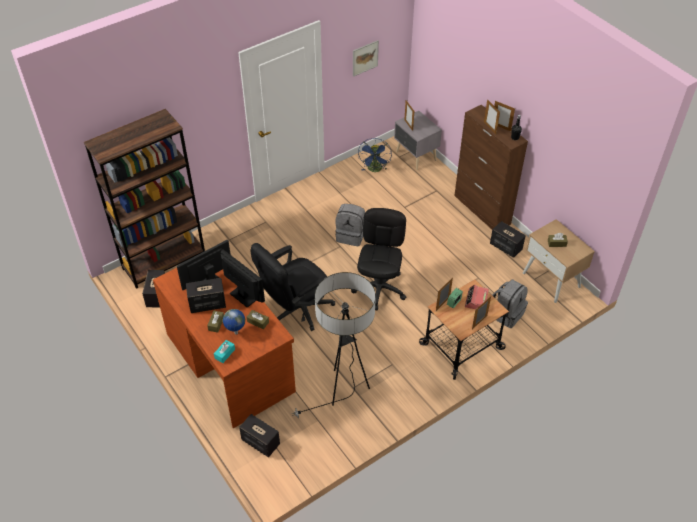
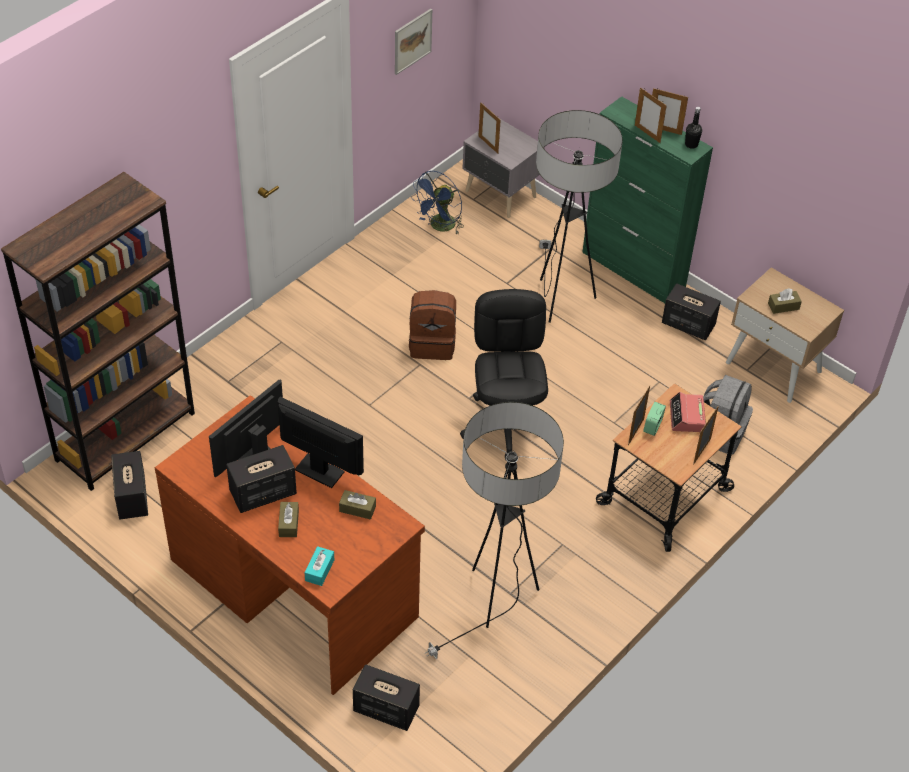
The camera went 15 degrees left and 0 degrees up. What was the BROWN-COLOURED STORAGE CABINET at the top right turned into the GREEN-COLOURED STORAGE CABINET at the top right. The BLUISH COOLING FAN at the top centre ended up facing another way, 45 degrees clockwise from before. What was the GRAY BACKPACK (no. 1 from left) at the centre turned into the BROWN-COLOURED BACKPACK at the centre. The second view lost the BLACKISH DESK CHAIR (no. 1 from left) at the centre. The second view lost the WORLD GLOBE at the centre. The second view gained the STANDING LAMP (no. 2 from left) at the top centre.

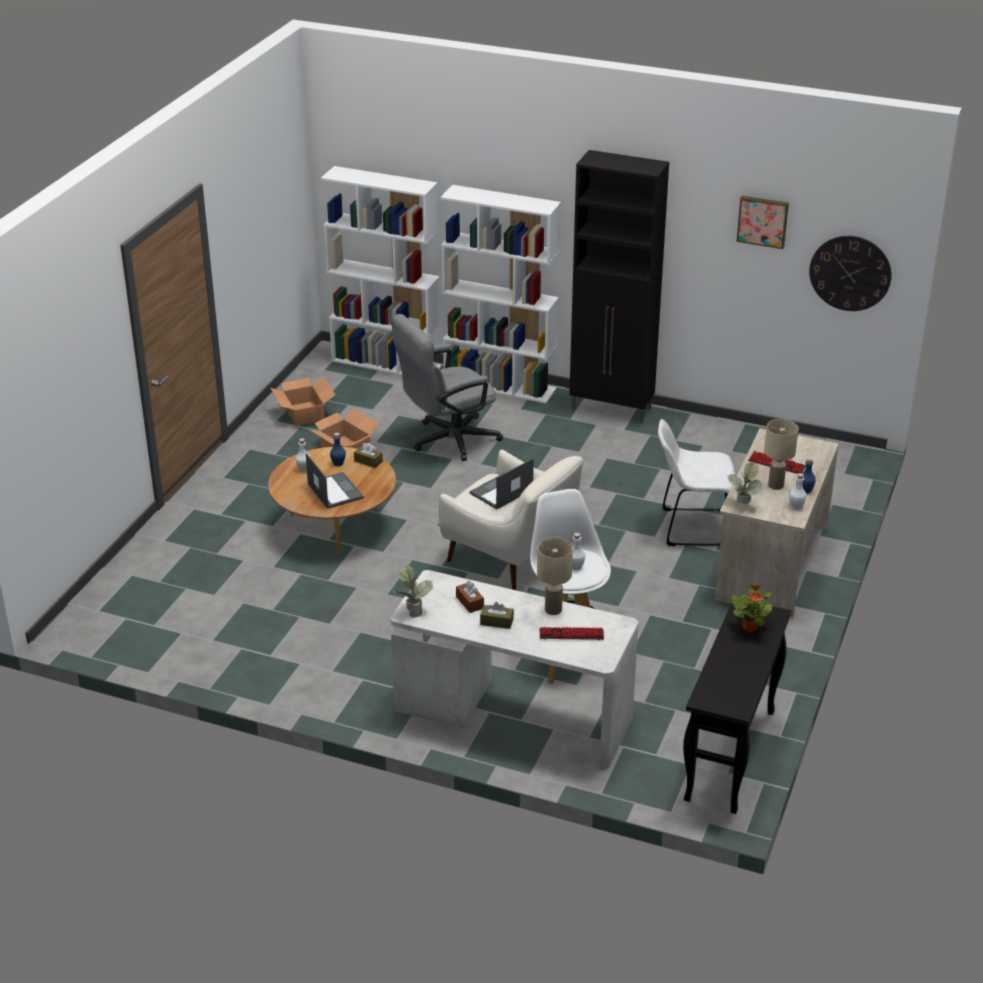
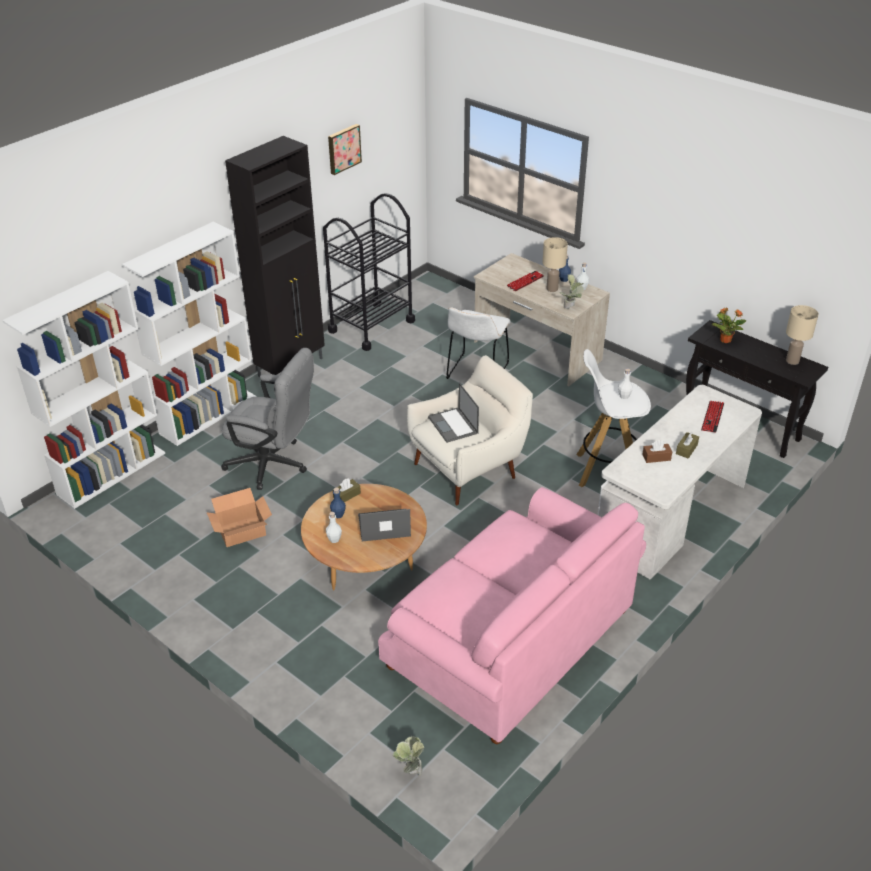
The camera went 70 degrees left and 5 degrees up. The second view lost the HANGING CLOCK at the top right. The GRAY DESK CHAIR at the centre ended up facing another way, 60 degrees counterclockwise from before. The second view lost the PACKING BOX (no. 1 from left) at the middle left. The BEIGE TABLE LAMP (no. 1 from left in the first image) ended up elsewhere, having gone from the centre to the middle right. The POTTED PLANT (no. 1 from left) ended up elsewhere, having gone from the centre to the bottom centre. The second view gained the BLACKISH CART at the top centre. The second view gained the PINKISH COUCH at the bottom centre.

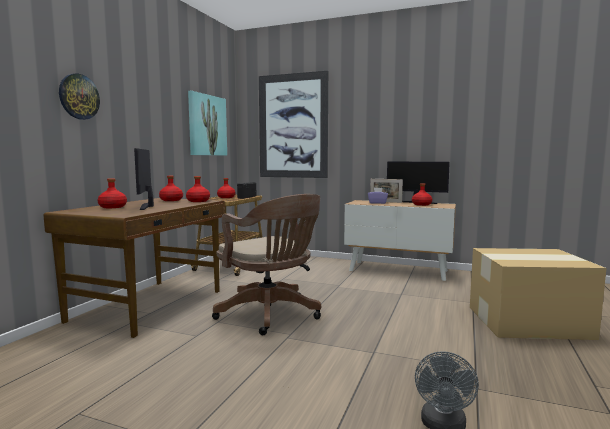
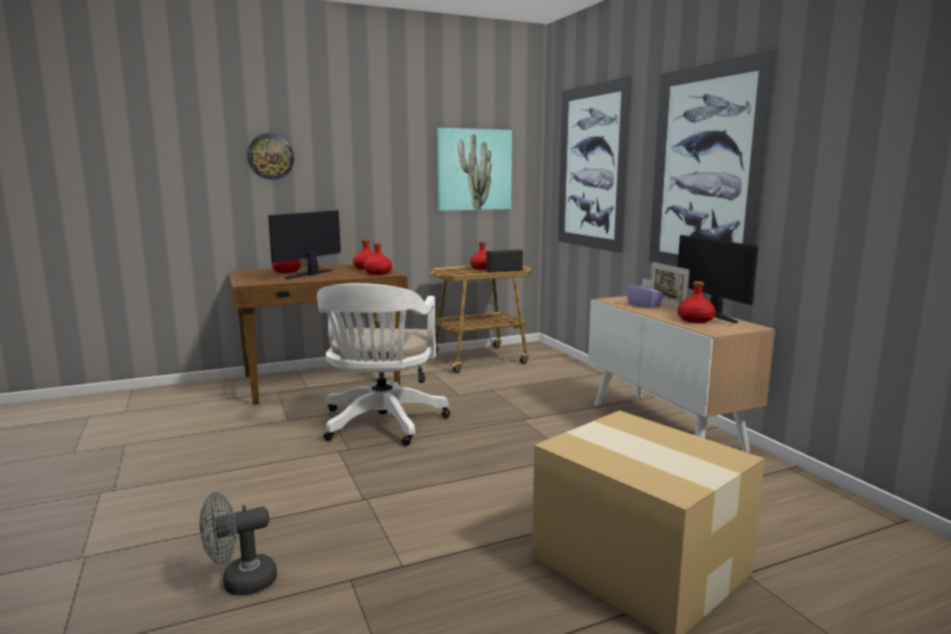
The camera went 45 degrees right and 5 degrees up. What was the BROWN-COLOURED DESK CHAIR at the centre turned into the WHITISH DESK CHAIR at the centre. The second view gained the WALL PICTURE (no. 3 from left) at the top right.

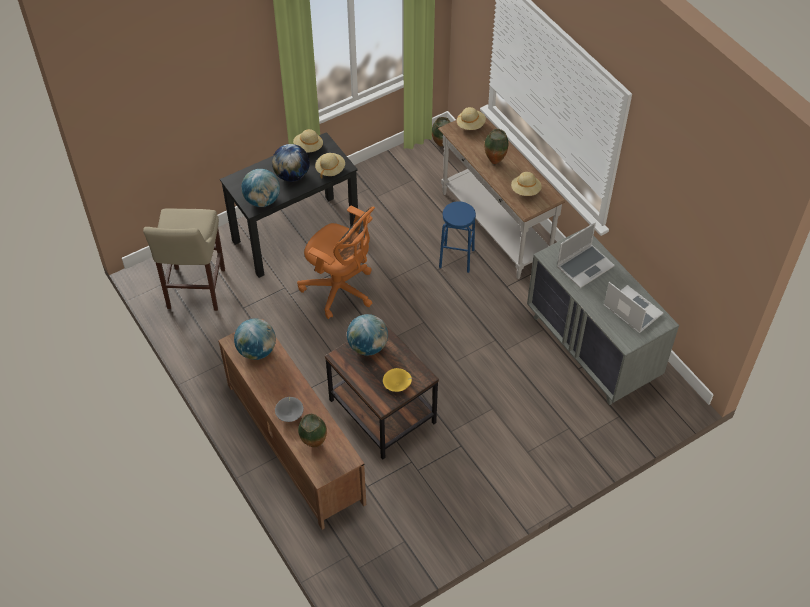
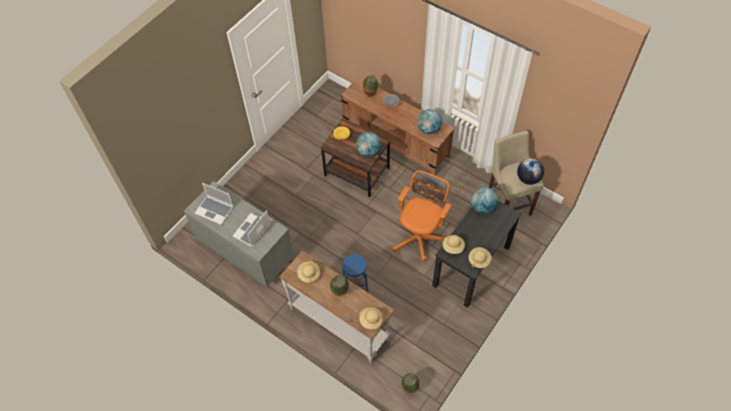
The camera went 160 degrees right and 5 degrees up. The WORLD GLOBE (no. 3 from left in the first image) ended up elsewhere, having gone from the top centre to the middle right. The ORANGE-COLOURED DESK CHAIR at the centre ended up facing another way, 105 degrees clockwise from before.

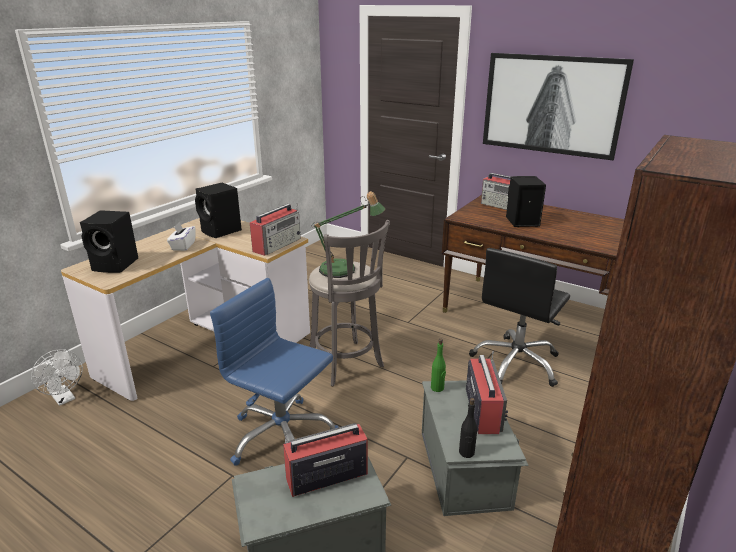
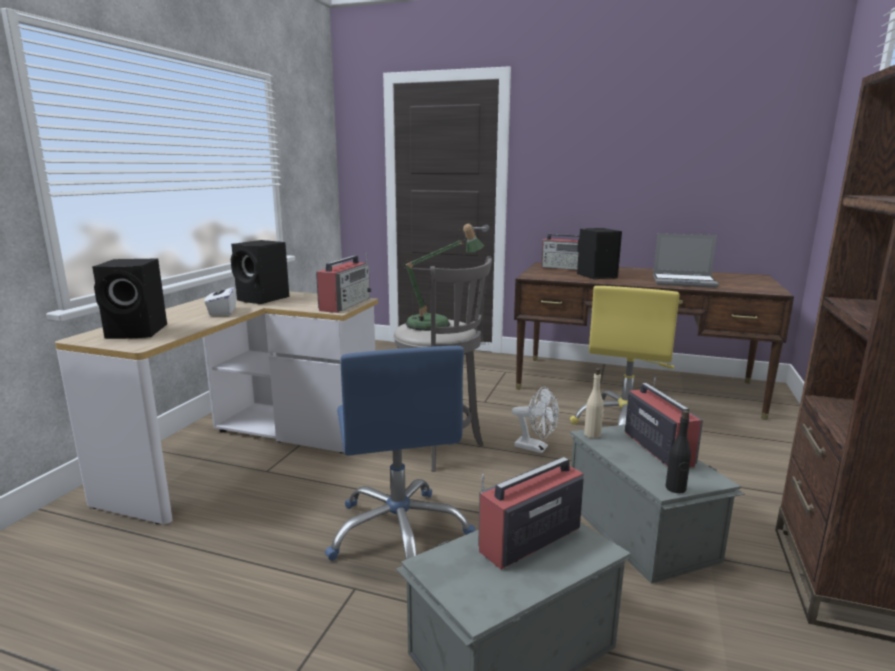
The camera went 15 degrees left and 10 degrees down. The second view lost the WALL PICTURE at the top right. What was the BLACKISH DESK CHAIR at the middle right turned into the YELLOWISH DESK CHAIR at the middle right. The BLUISH DESK CHAIR at the bottom centre ended up facing another way, 120 degrees counterclockwise from before. What was the GREEN-COLOURED BEVERAGE BOTTLE at the centre turned into the BEIGE BEVERAGE BOTTLE at the centre. The WHITISH COOLING FAN ended up elsewhere, having gone from the bottom left to the centre. The second view gained the LAPTOP at the middle right.

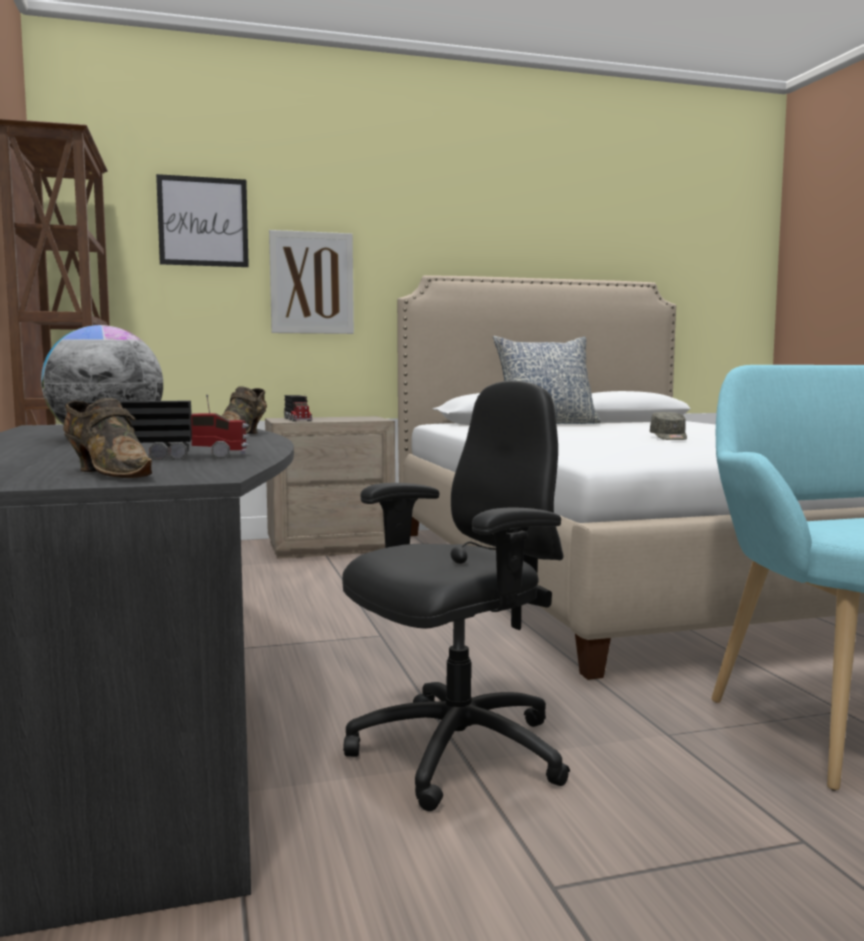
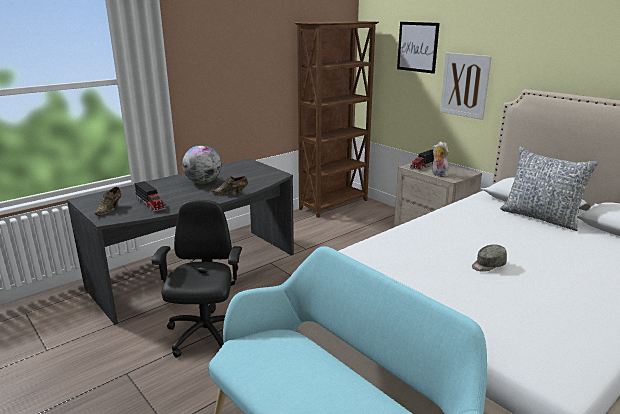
The camera went 65 degrees right and 15 degrees up. The BLACKISH DESK CHAIR at the centre ended up facing another way, 120 degrees counterclockwise from before. The second view gained the SOFT TOY at the middle right.

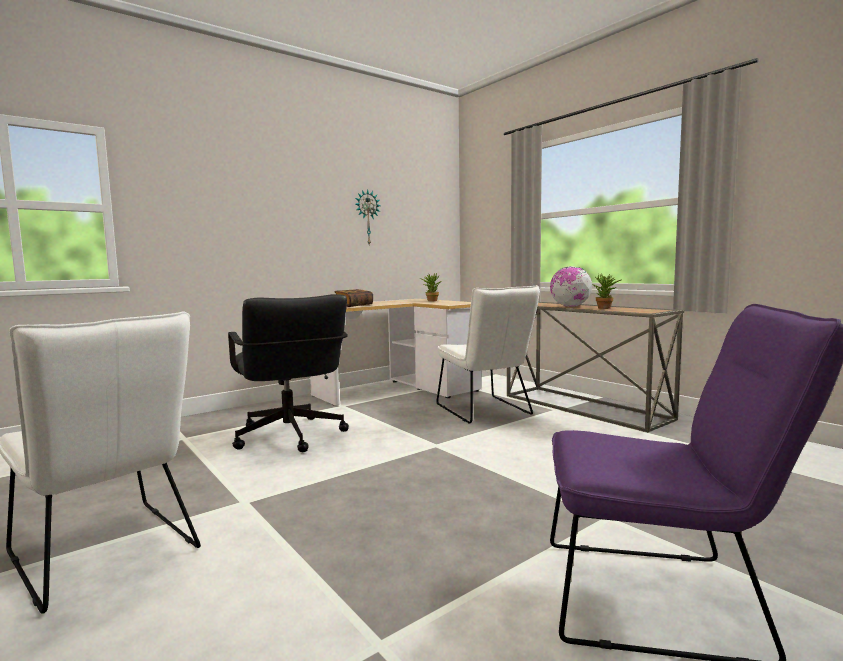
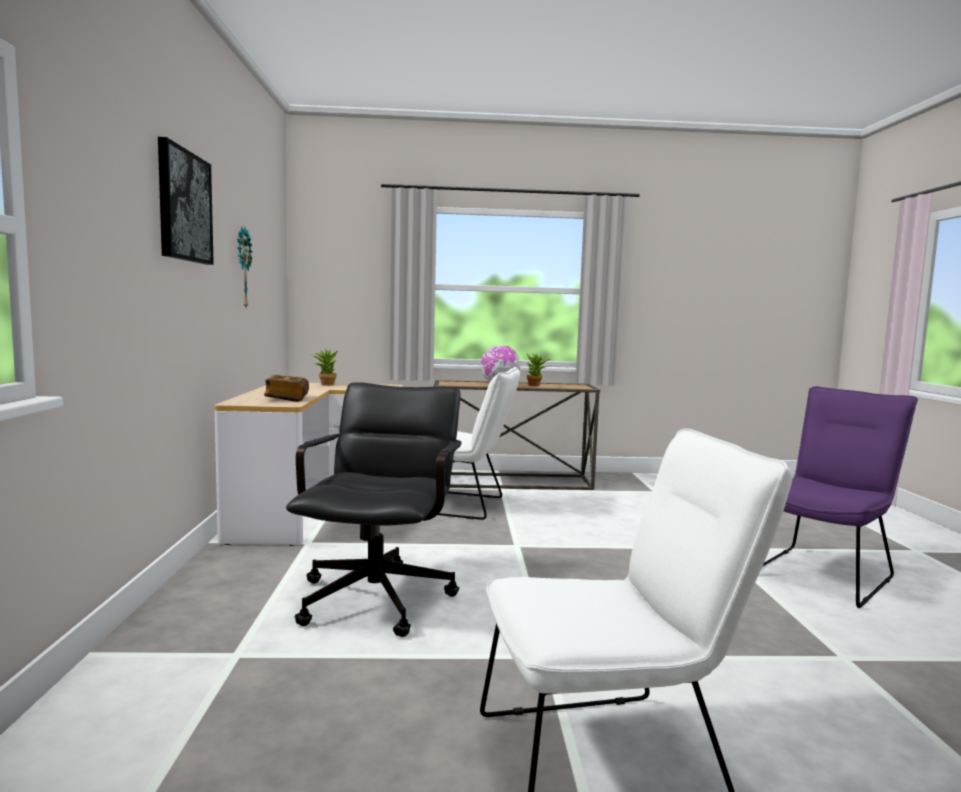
The camera went 55 degrees left and 0 degrees up. The BLACKISH DESK CHAIR at the centre ended up facing another way, 90 degrees counterclockwise from before. The second view gained the WALL PICTURE at the top left.

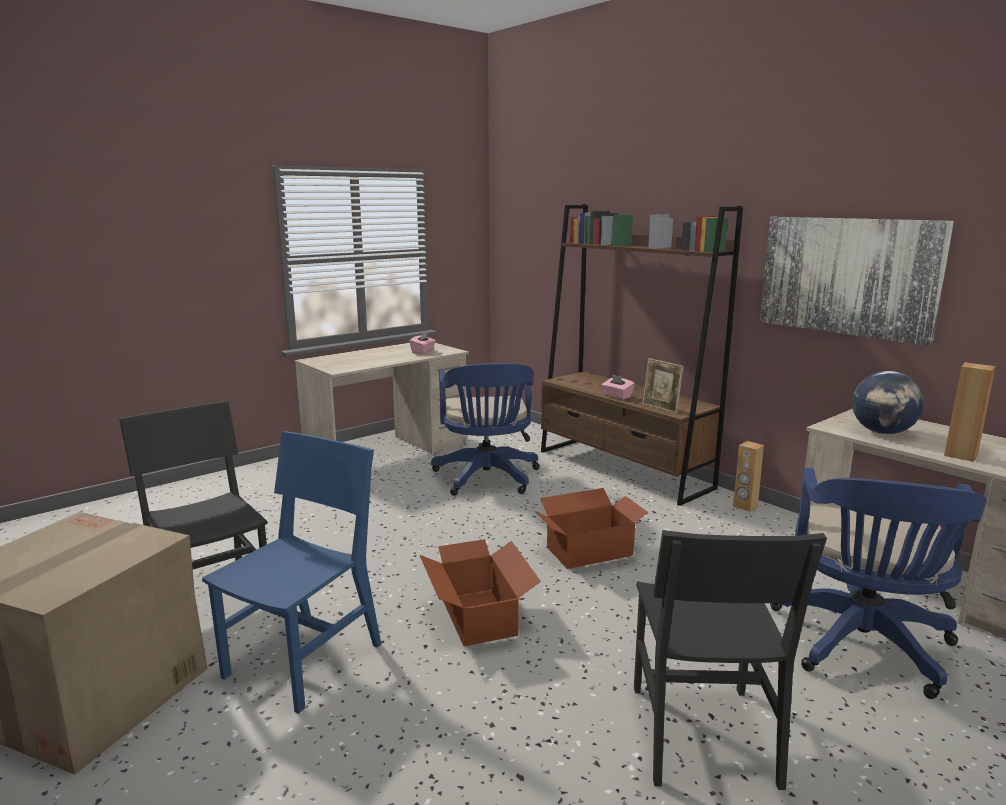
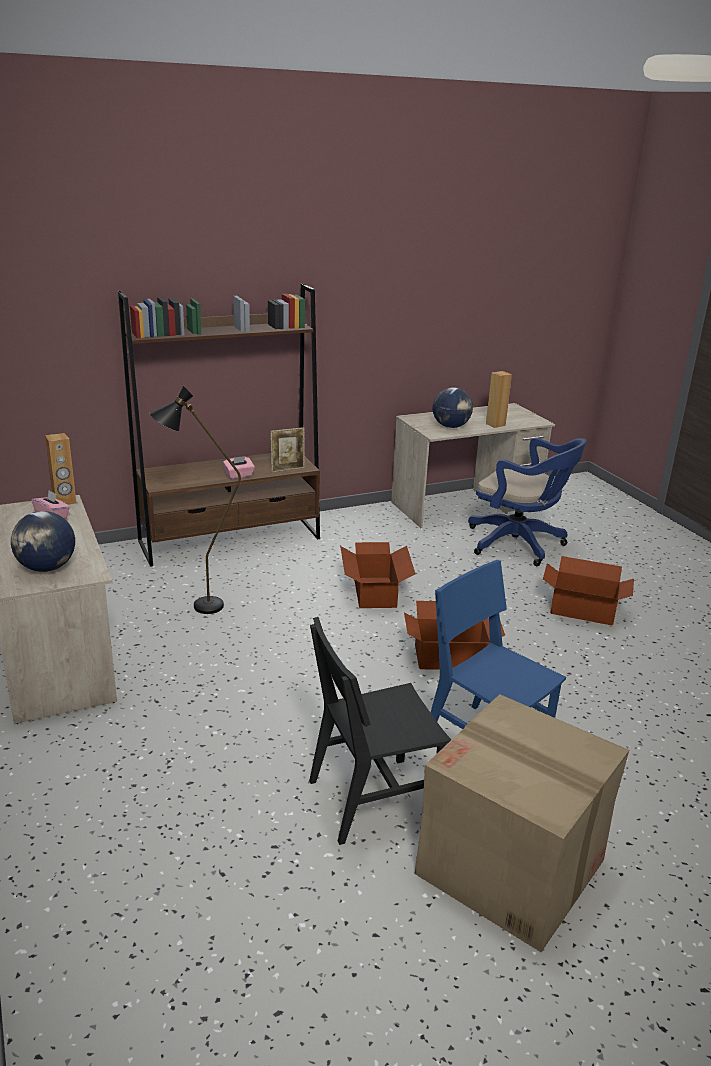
The camera went 75 degrees left and 10 degrees up. The second view lost the WALL PICTURE at the middle right. Where the BLUISH DESK CHAIR (no. 1 from left) stood at the centre, the BLACKISH STANDING LAMP came to stand at the middle left. The BROWN-COLOURED LOUDSPEAKER (no. 1 from left) ended up elsewhere, having gone from the middle right to the middle left. Where the BLACKISH CHAIR (no. 2 from left) stood at the bottom right, the PACKING BOX (no. 4 from left) came to stand at the middle right. The second view gained the WORLD GLOBE (no. 1 from left) at the middle left.

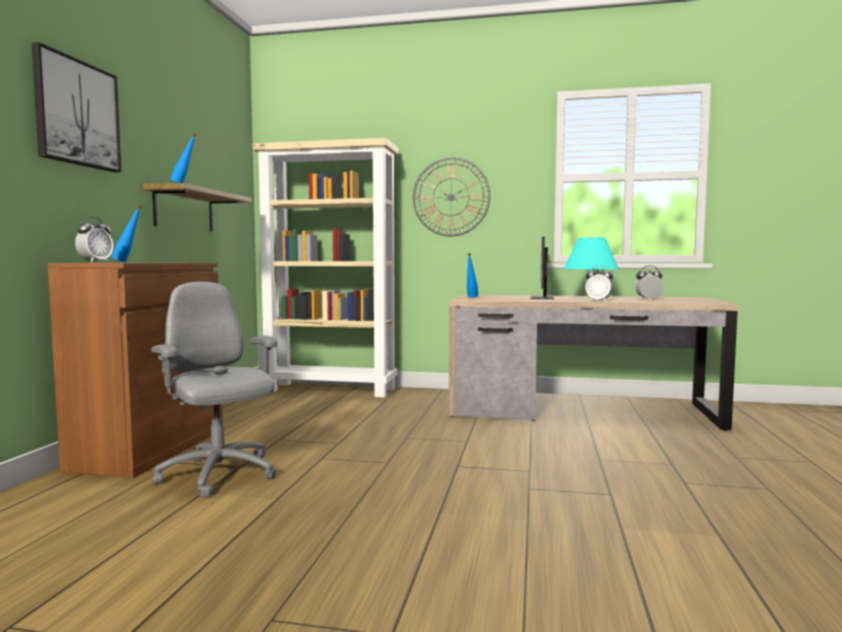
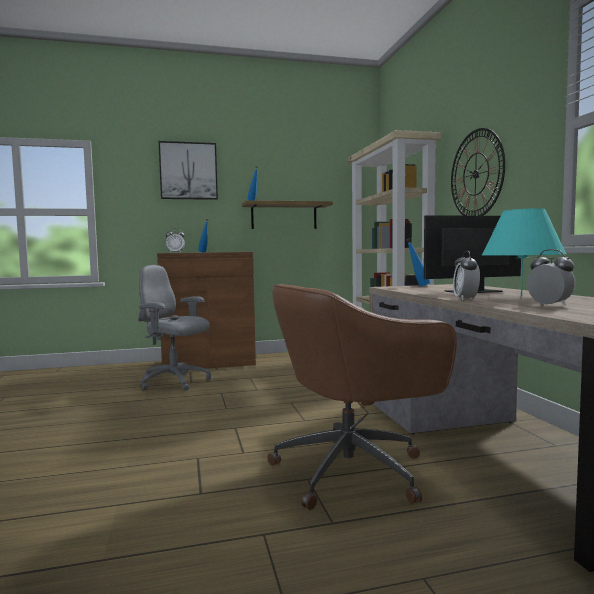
The camera went 65 degrees right and 0 degrees up. The GRAY DESK CHAIR at the middle left ended up facing another way, 90 degrees counterclockwise from before. The second view gained the BROWN-COLOURED DESK CHAIR at the bottom centre.

